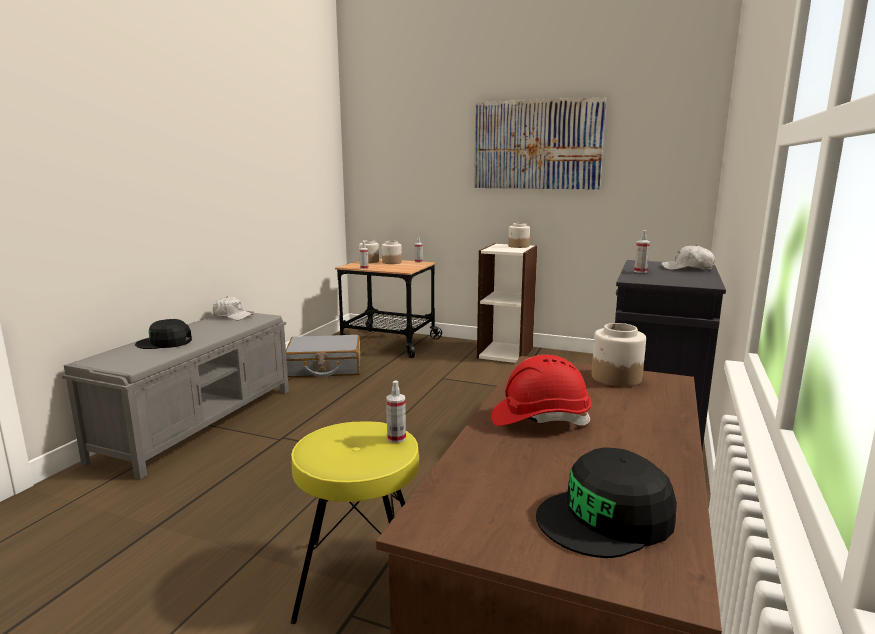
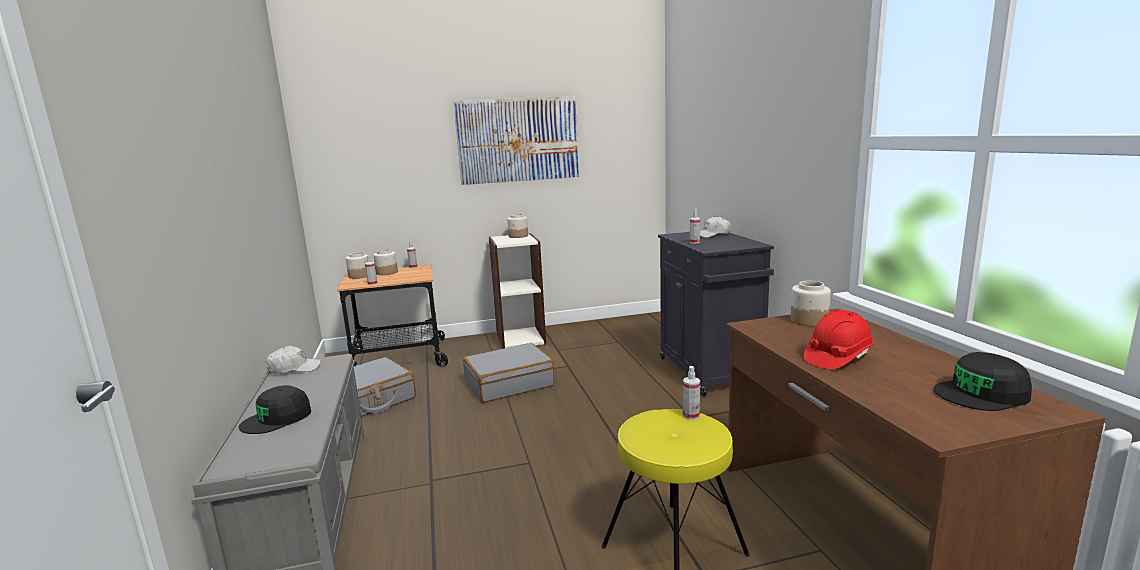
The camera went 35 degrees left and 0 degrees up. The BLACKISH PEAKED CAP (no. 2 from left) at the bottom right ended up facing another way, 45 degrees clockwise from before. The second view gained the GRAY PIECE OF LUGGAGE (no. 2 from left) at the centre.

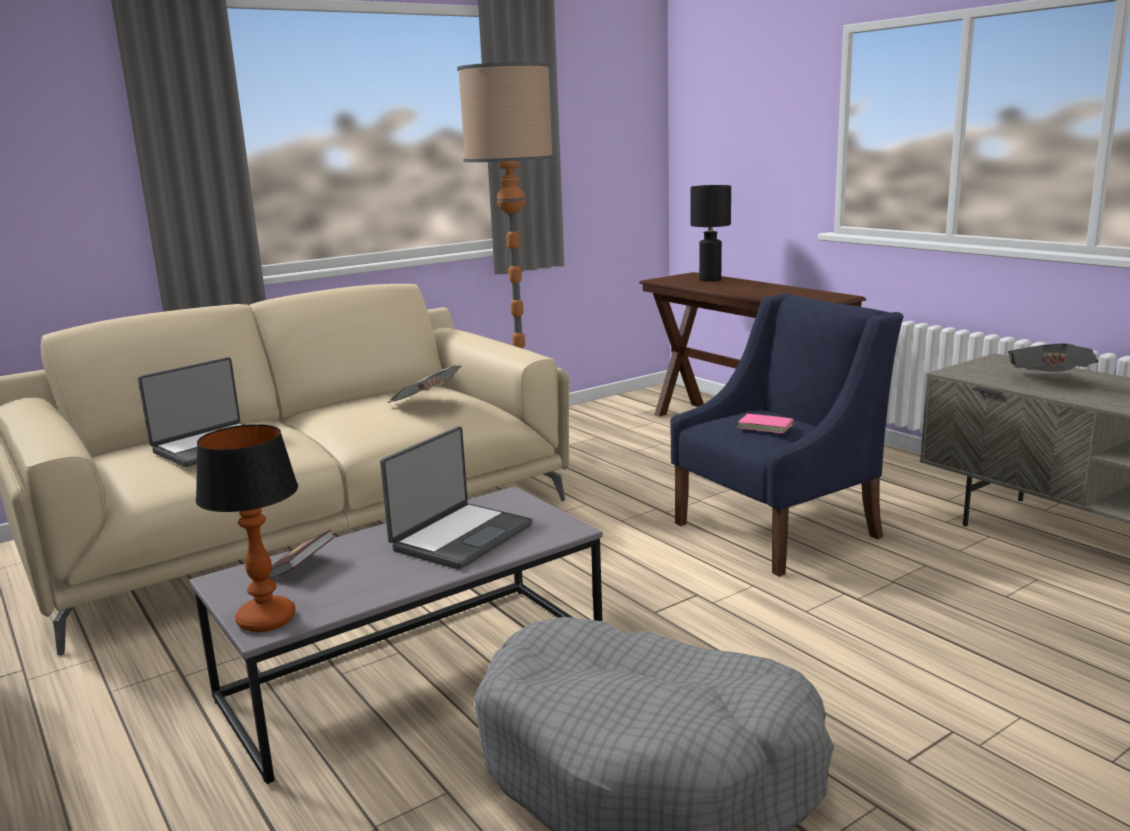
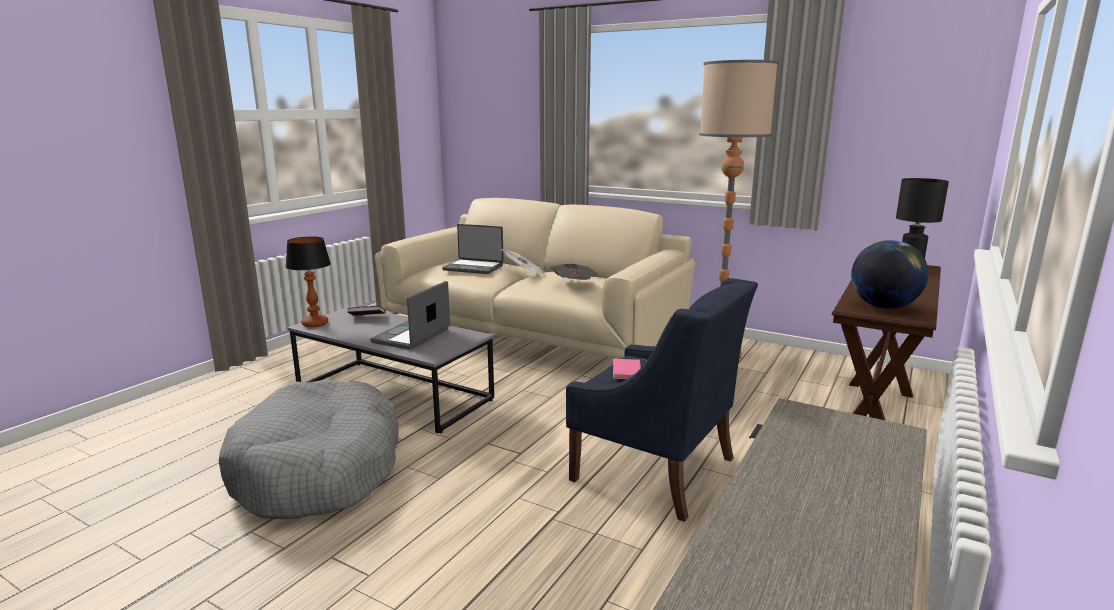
The camera went 65 degrees right and 0 degrees up. The NEWSPAPER (no. 2 from left in the first image) ended up elsewhere, having gone from the middle right to the centre. The LAPTOP (no. 2 from left in the first image) at the centre ended up facing another way, 105 degrees clockwise from before. The second view gained the WORLD GLOBE at the middle right.

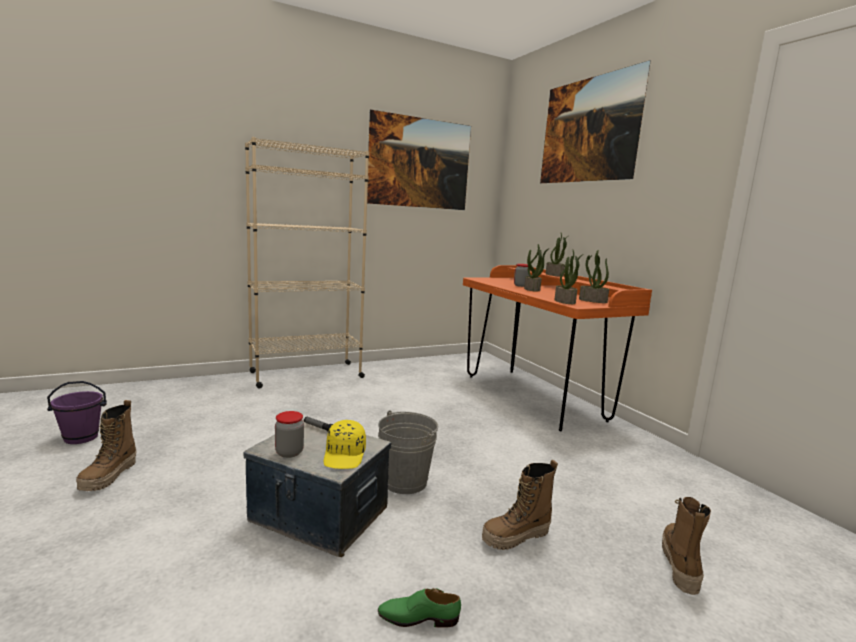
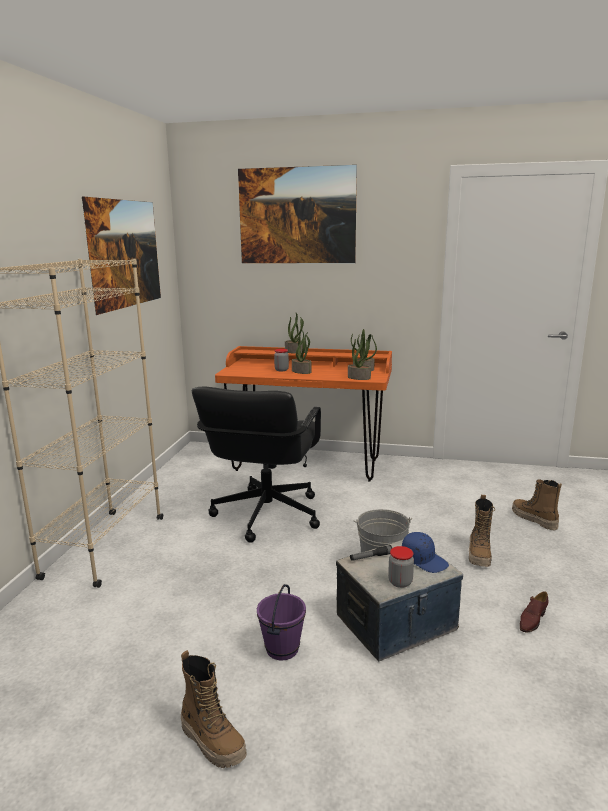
The camera went 50 degrees left and 5 degrees up. The PURPLISH PAIL ended up elsewhere, having gone from the middle left to the bottom centre. What was the YELLOWISH PEAKED CAP at the bottom centre turned into the BLUISH PEAKED CAP at the bottom right. What was the GREEN-COLOURED ITEM OF FOOTWEAR at the bottom centre turned into the BROWN-COLOURED ITEM OF FOOTWEAR at the bottom right. The second view gained the BLACKISH DESK CHAIR at the centre.

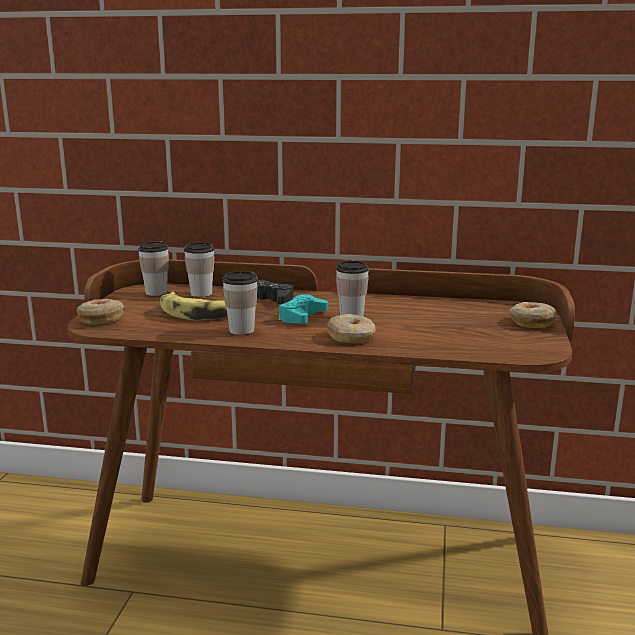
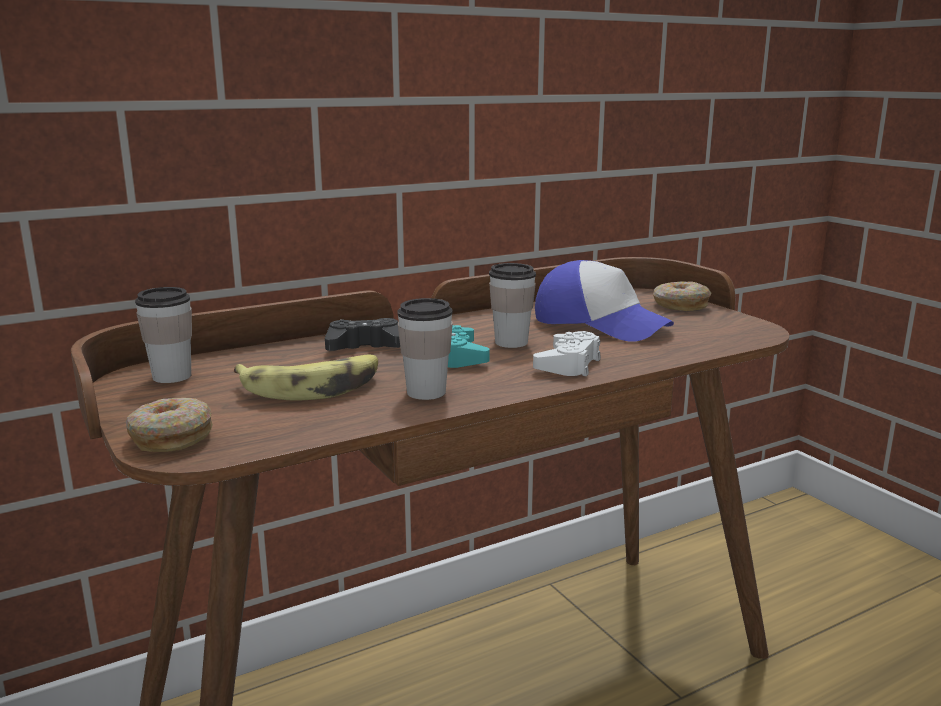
The camera went 40 degrees left and 0 degrees up. The second view lost the DRINKING CUP (no. 2 from left) at the middle left. Where the RING DOUGHNUT (no. 2 from left) stood at the centre, the WHITISH GAME CONTROLLER came to stand at the centre. The second view gained the PEAKED CAP at the centre.

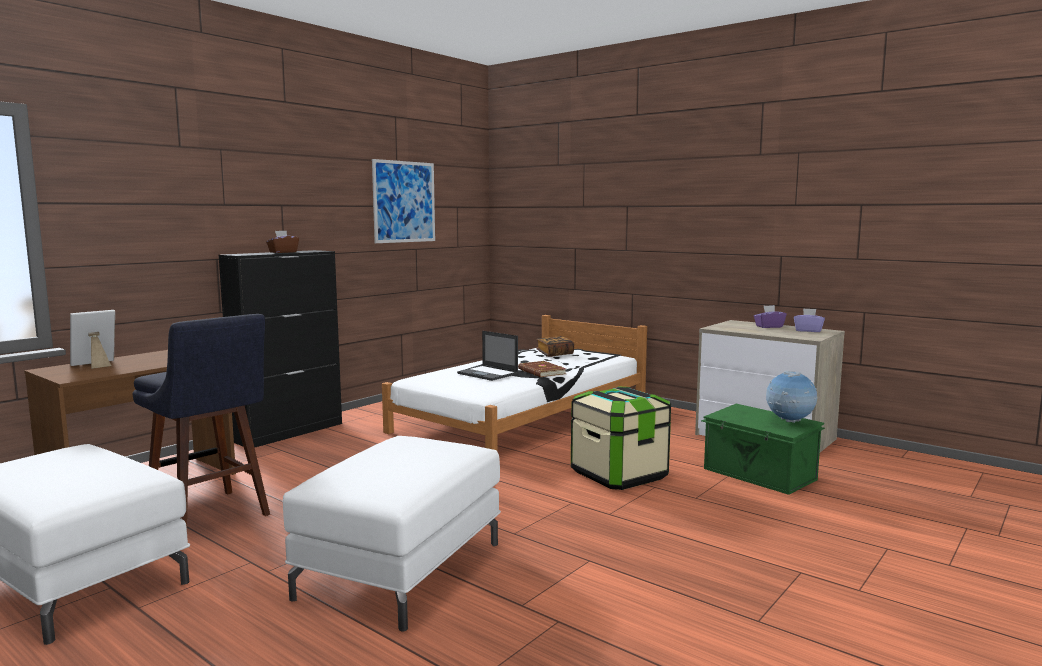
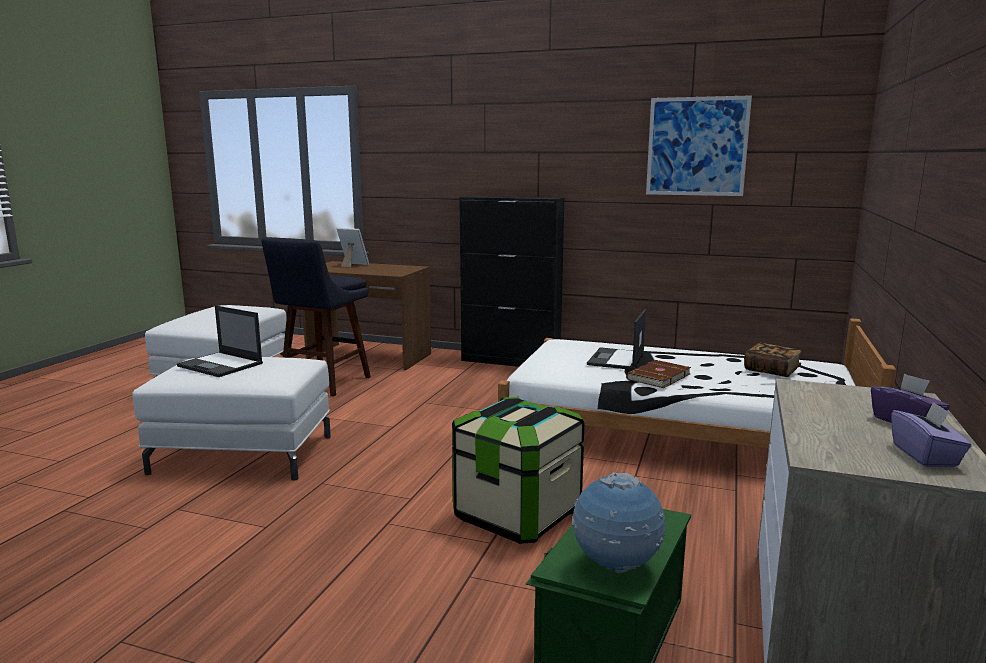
The camera went 70 degrees right and 5 degrees up. The second view lost the BROWN-COLOURED TISSUE BOX at the middle left. The second view gained the LAPTOP (no. 1 from left) at the middle left.

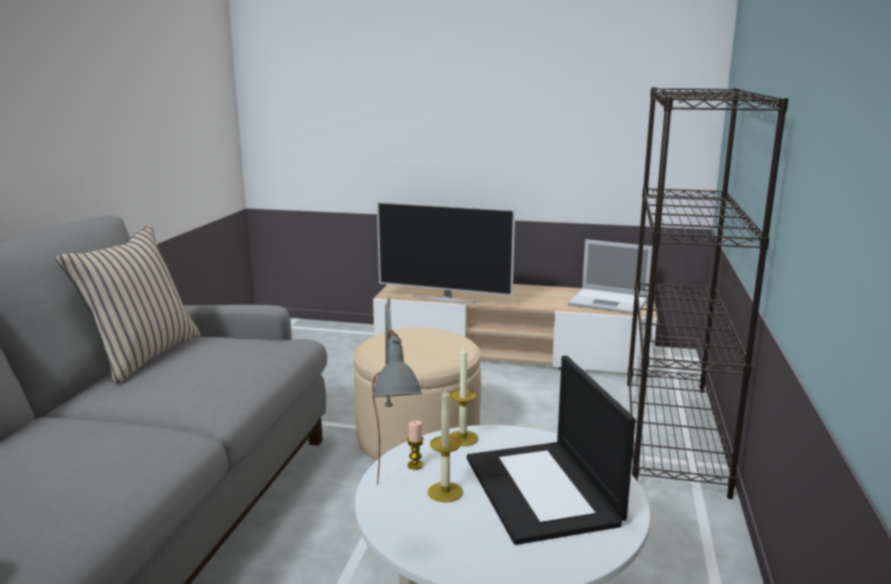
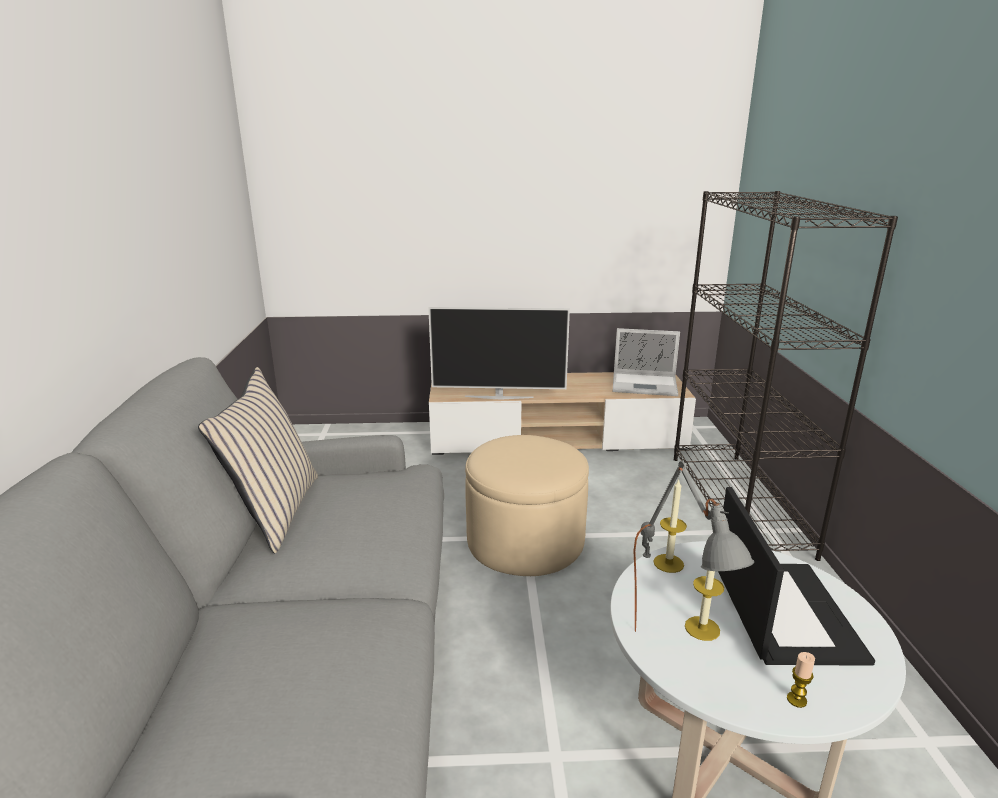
The camera went 15 degrees left and 5 degrees up. The LAPTOP (no. 1 from left in the first image) at the bottom centre ended up facing another way, 150 degrees counterclockwise from before. The WAX LIGHT (no. 1 from left in the first image) ended up elsewhere, having gone from the bottom centre to the bottom right.

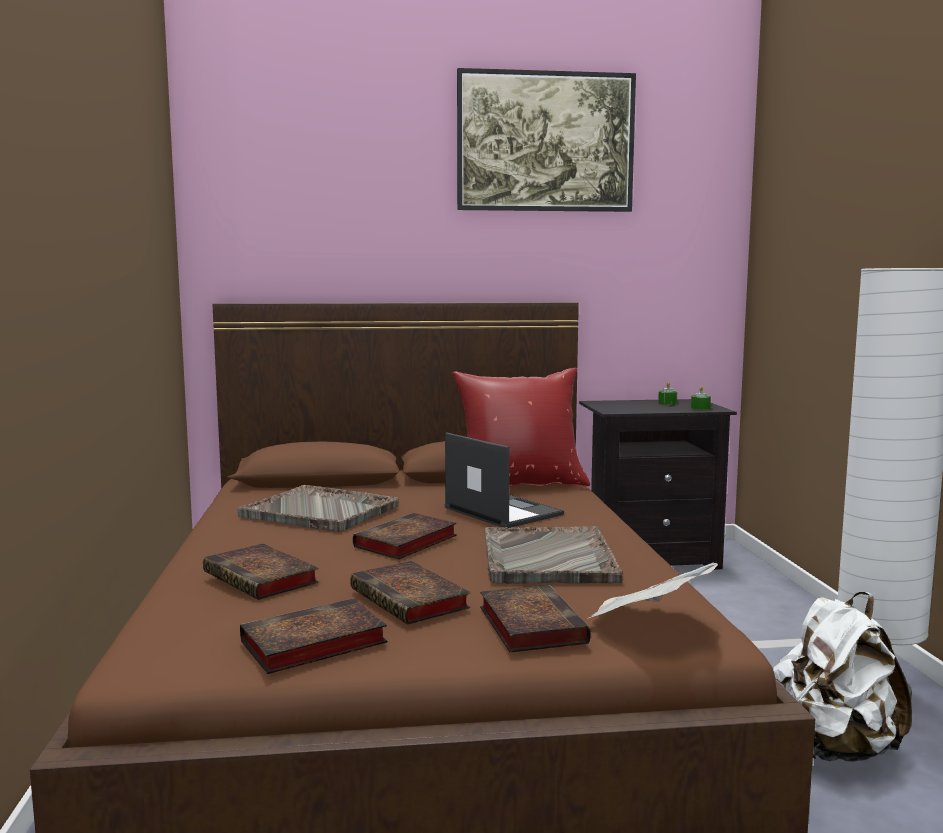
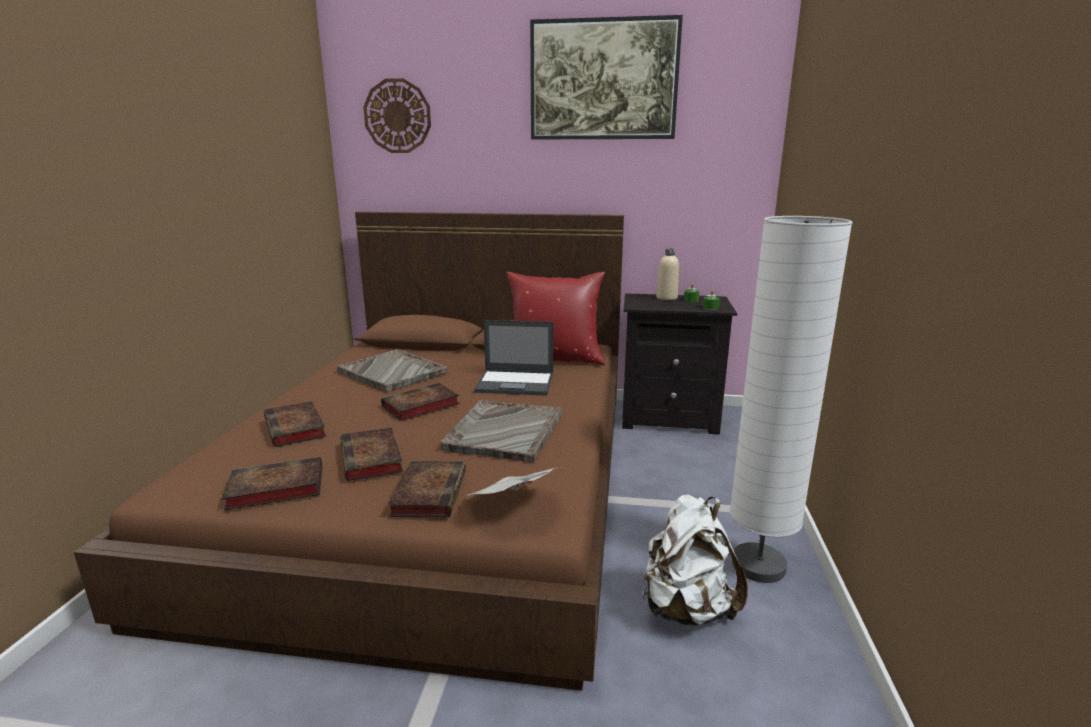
The camera went 15 degrees right and 10 degrees up. The LAPTOP at the centre ended up facing another way, 120 degrees clockwise from before. The second view gained the HANGING CLOCK at the top centre. The second view gained the BEIGE BEVERAGE BOTTLE at the centre.

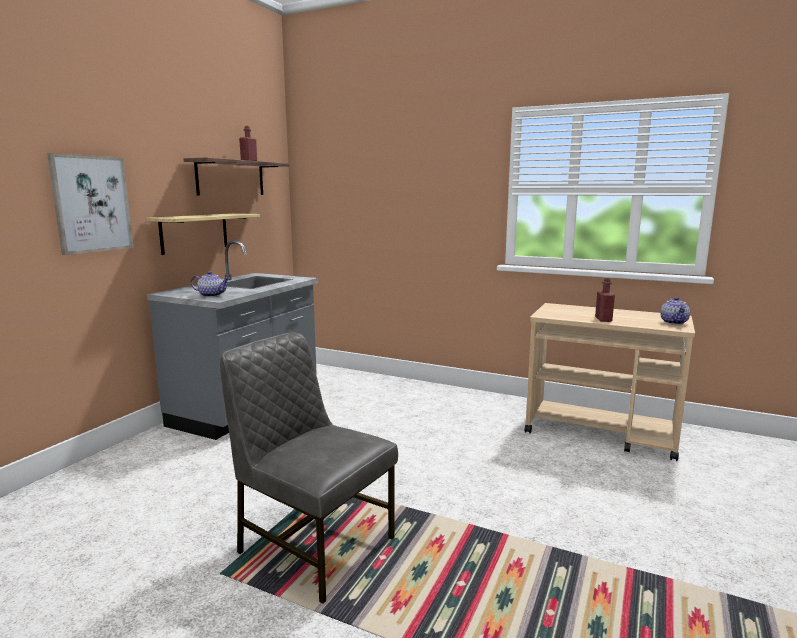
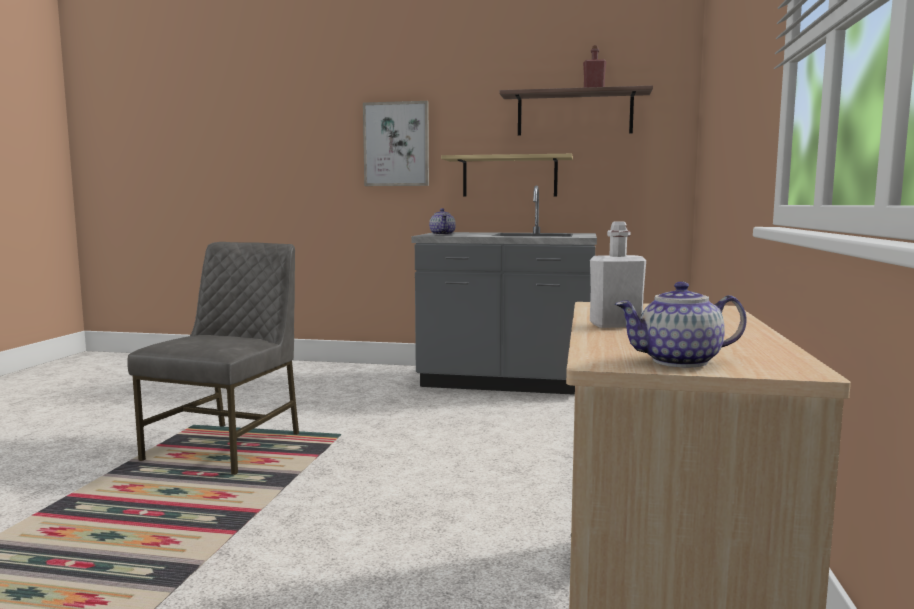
The camera went 75 degrees right and 5 degrees down. What was the RED BEVERAGE BOTTLE (no. 2 from left) at the middle right turned into the WHITISH BEVERAGE BOTTLE at the middle right.

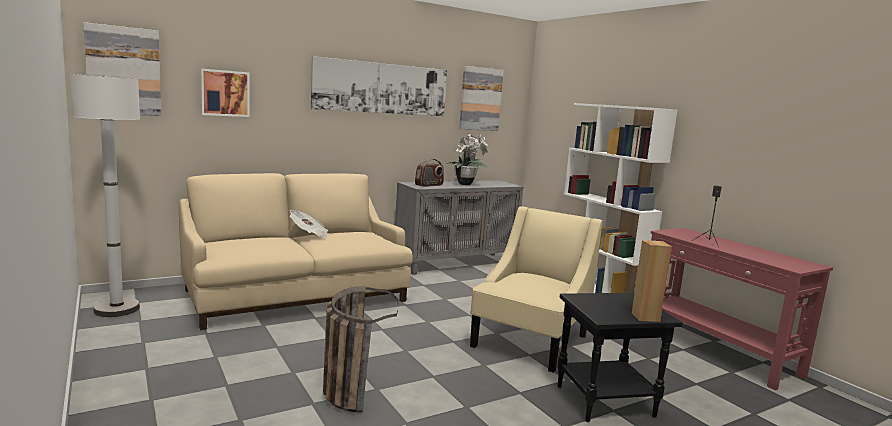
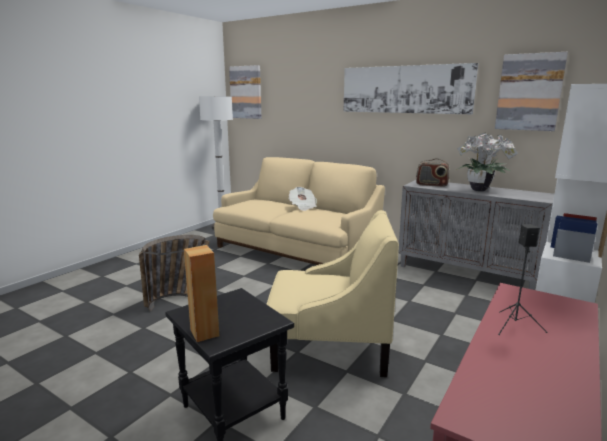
The camera went 65 degrees right and 5 degrees up. The second view lost the WALL PICTURE (no. 2 from left) at the top left.

